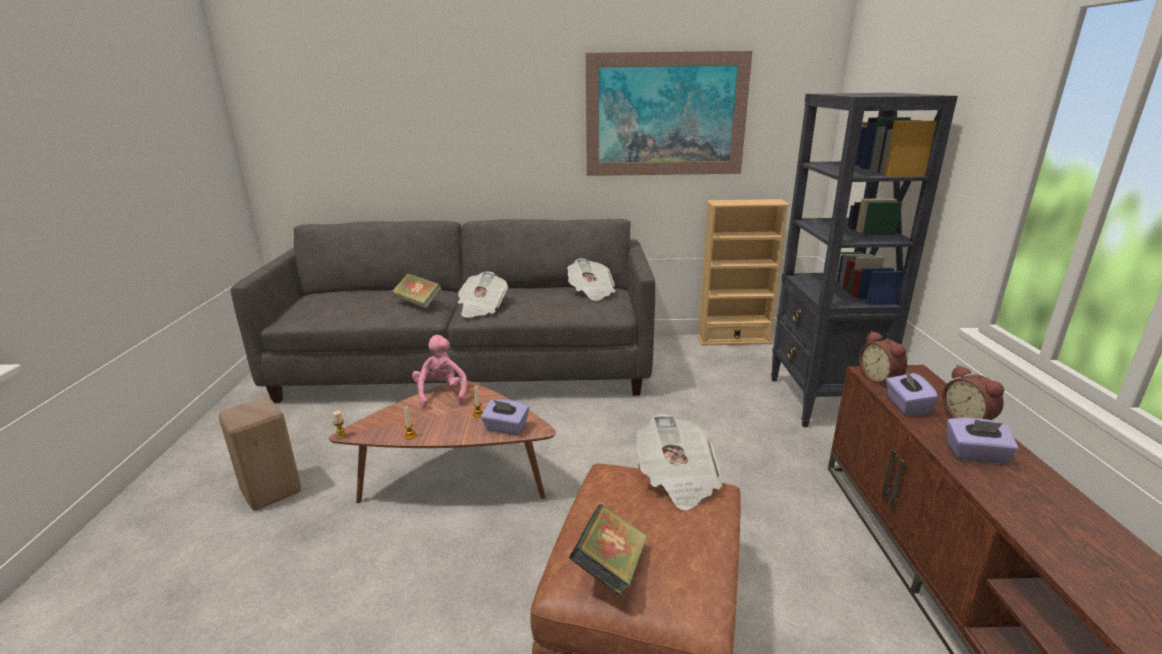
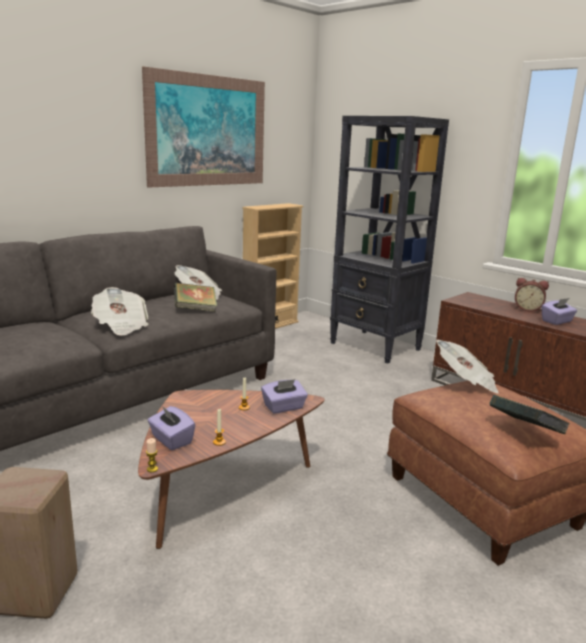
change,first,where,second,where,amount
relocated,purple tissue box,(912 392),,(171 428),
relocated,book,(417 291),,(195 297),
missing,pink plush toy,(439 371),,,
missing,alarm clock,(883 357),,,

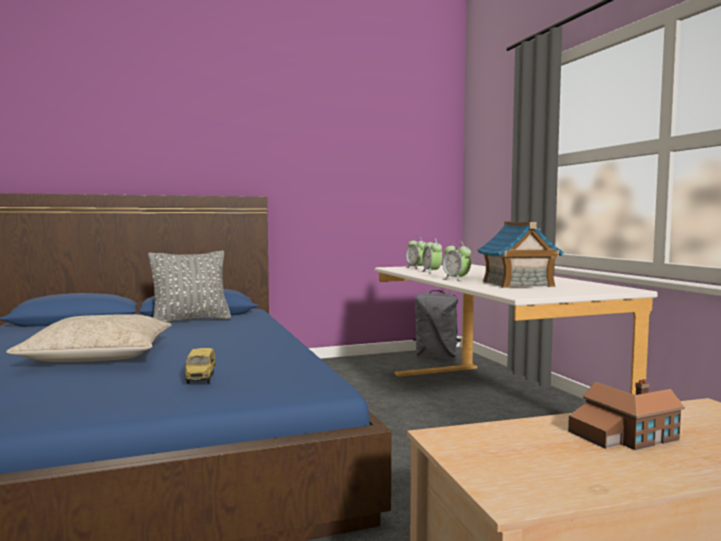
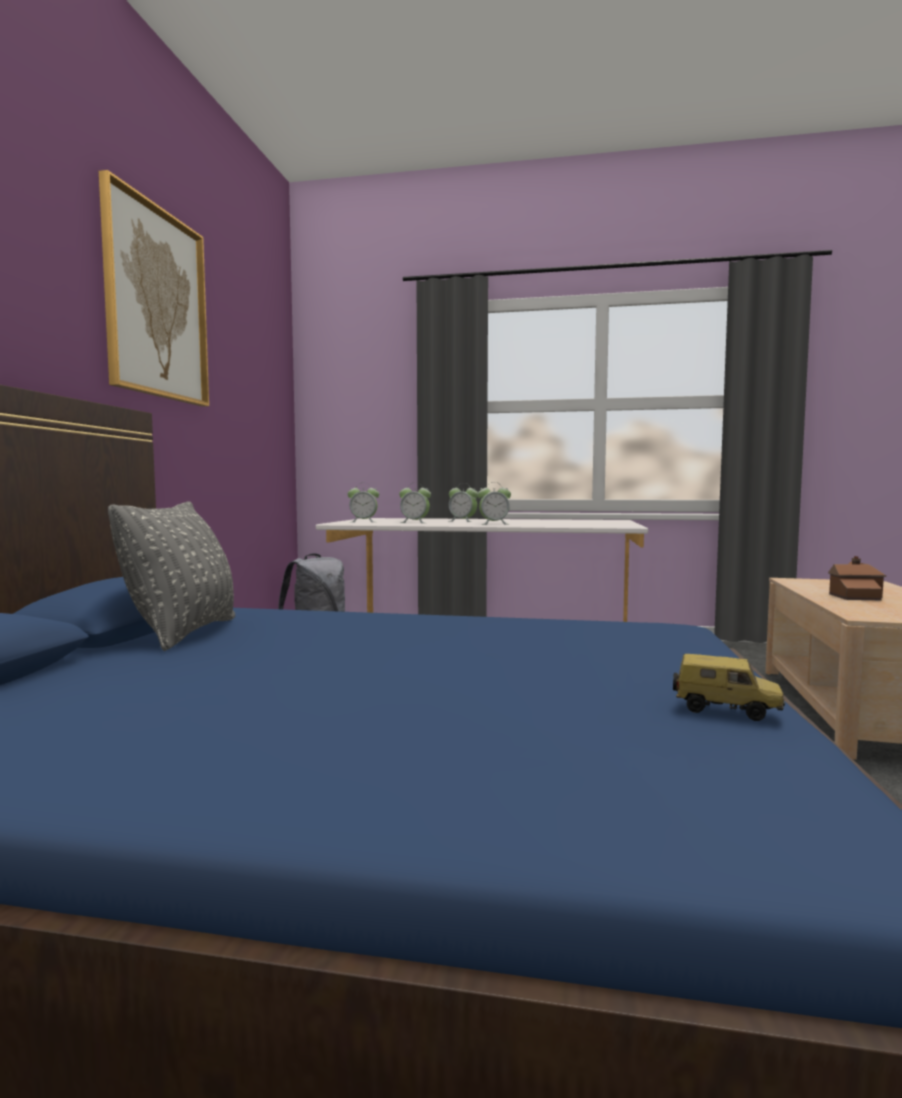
change,first,where,second,where,amount
appeared,,,picture,(154 288),
appeared,,,alarm clock,(463 502),
relocated,toy car,(200 366),,(729 687),
missing,beige pillow,(89 338),,,
missing,toy house,(520 255),,,

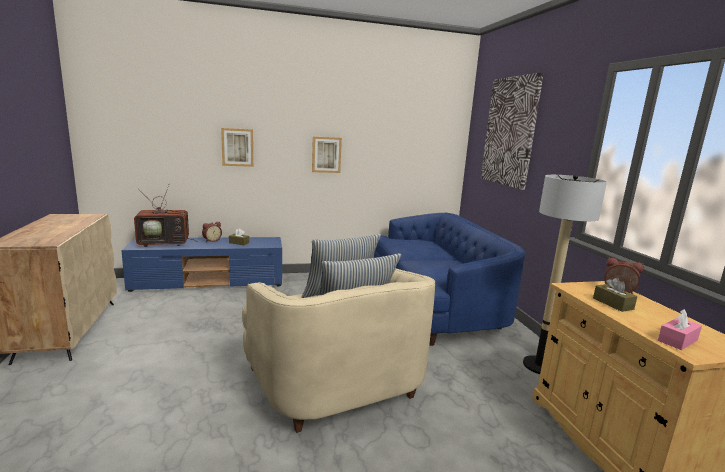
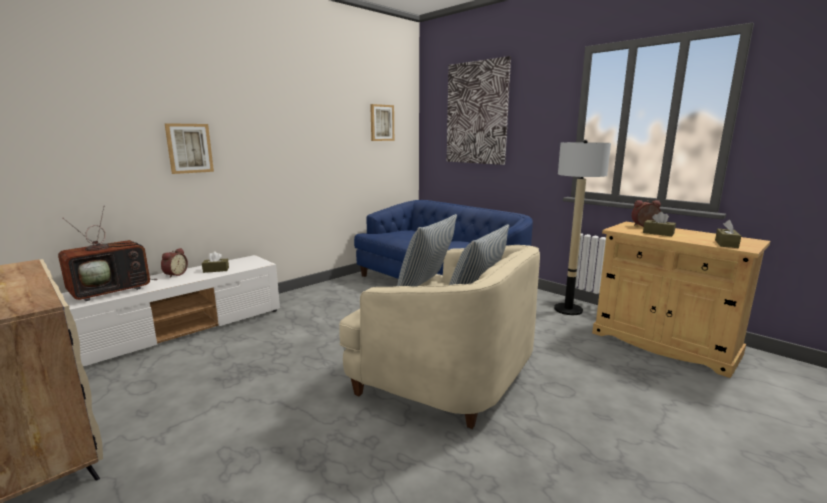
change,first,where,second,where,amount
colour,blue tv stand,(201 264),white tv stand,(171 310),
relocated,picture,(327 154),,(382 122),
colour,pink tissue box,(680 329),brown tissue box,(728 234),

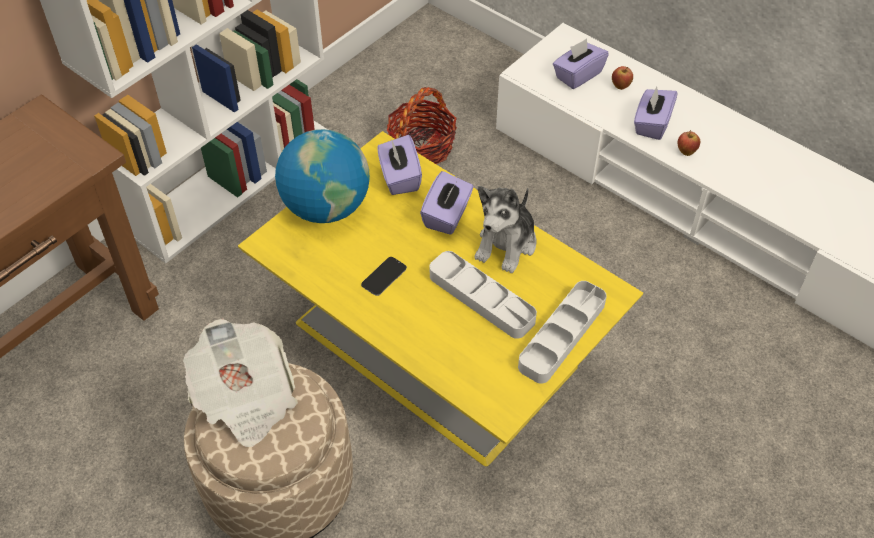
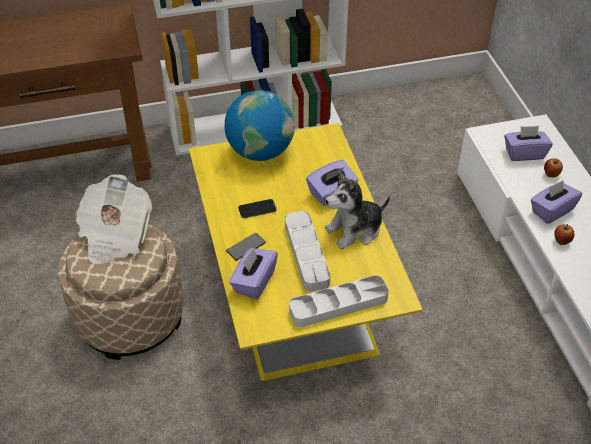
change,first,where,second,where,amount
appeared,,,phone,(246 247),
relocated,purple tissue box,(399 165),,(253 273),
missing,basket,(422 125),,,

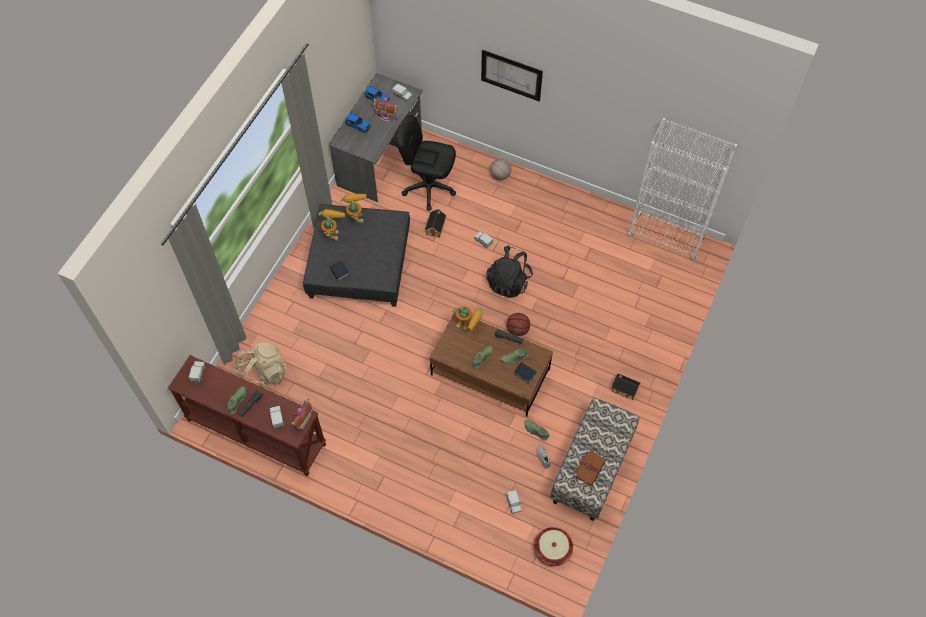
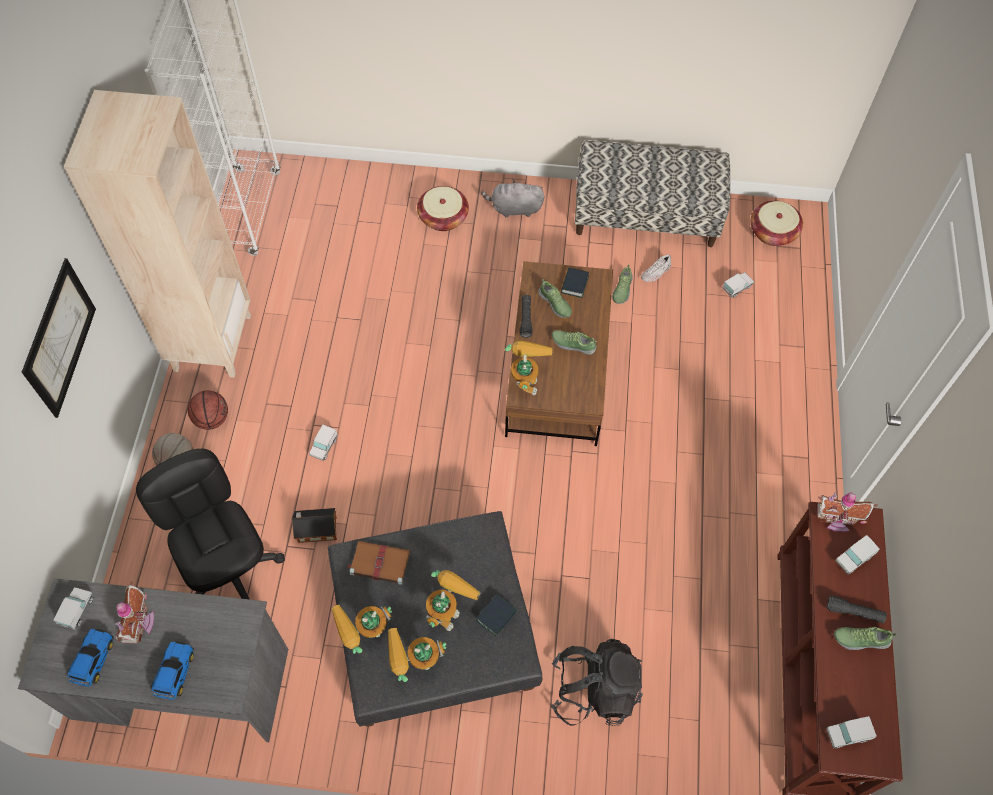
change,first,where,second,where,amount
appeared,,,beige bookcase,(157 234),
spun,black office chair,(426 163),,(210 523),150 degrees clockwise
relocated,basketball,(518 324),,(208 410),
relocated,brown book,(589 468),,(378 563),
appeared,,,basket,(443 208),
appeared,,,toy robot,(453 600),
exchanged,toy house,(626 387),grey plush toy,(512 198),
relocated,black backpack,(509 271),,(597 682),
missing,beige backpack,(261 365),,,

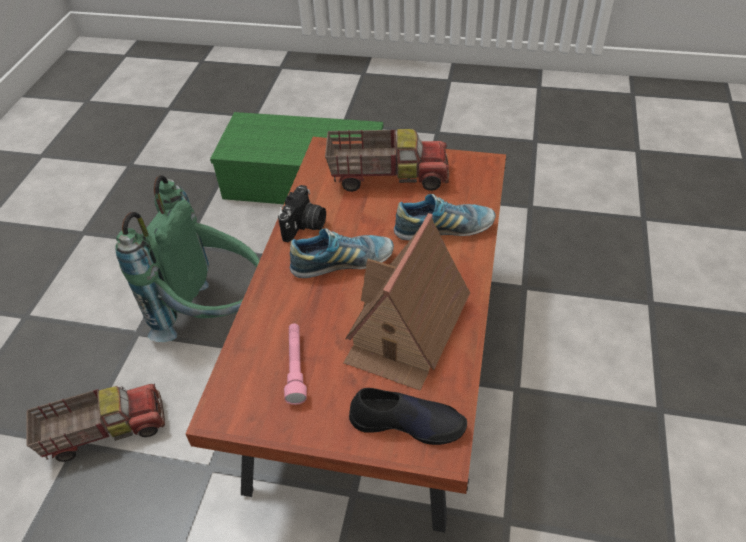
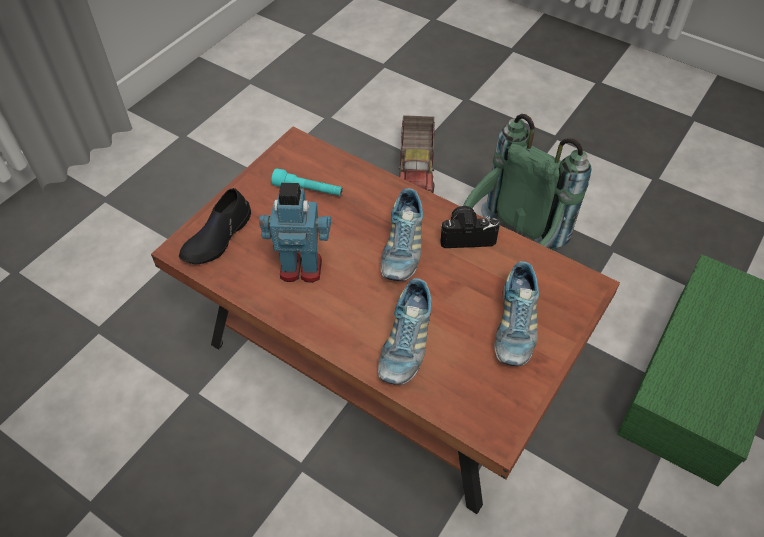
change,first,where,second,where,amount
exchanged,toy house,(406 301),toy robot,(295 233),
colour,pink flashlight,(295 364),turquoise flashlight,(307 182),
spun,photo camera,(302 213),,(470 227),135 degrees clockwise
exchanged,toy truck,(387 160),shoe,(516 313),

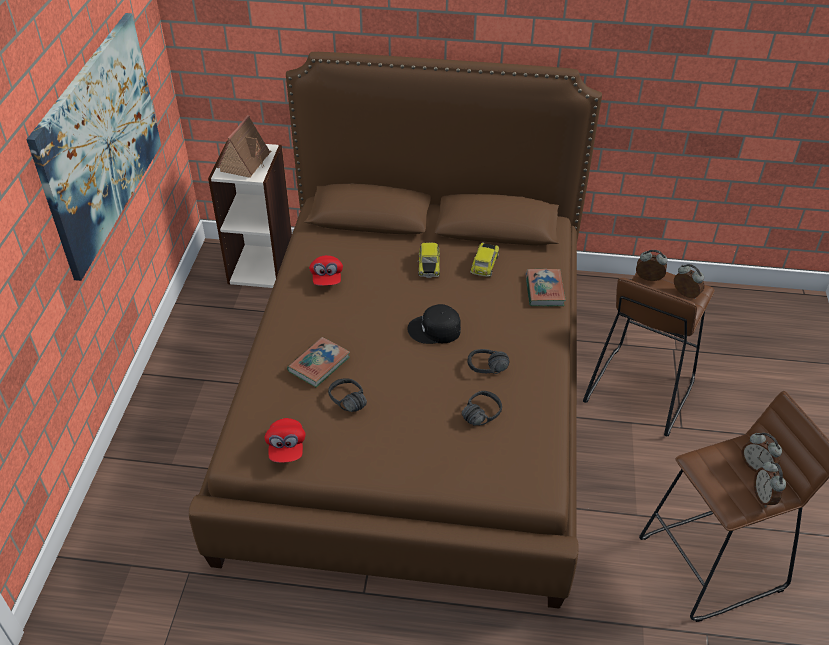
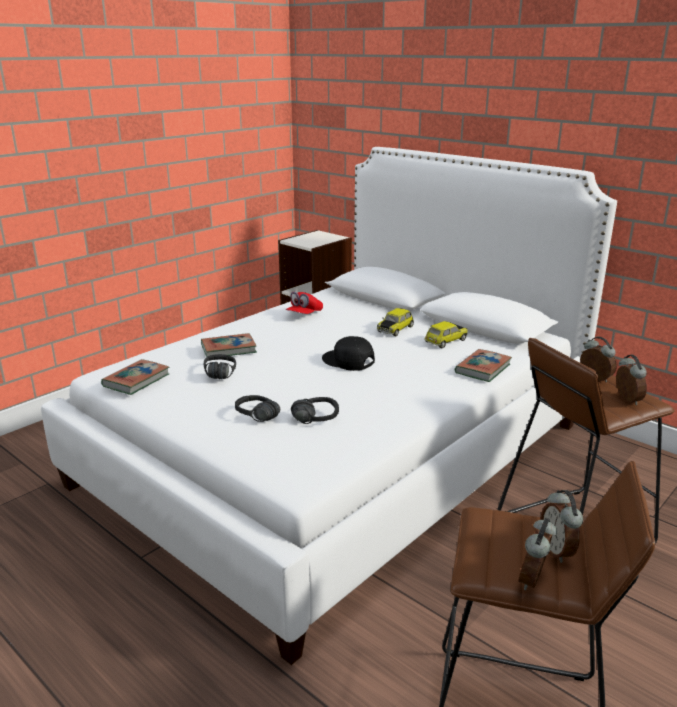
change,first,where,second,where,amount
colour,brown bed,(395 330),white bed,(329 406),
exchanged,red cap,(285 440),book,(135 377),
relocated,black headphones,(488 361),,(257 408),
missing,picture,(93 147),,,
missing,toy house,(244 146),,,

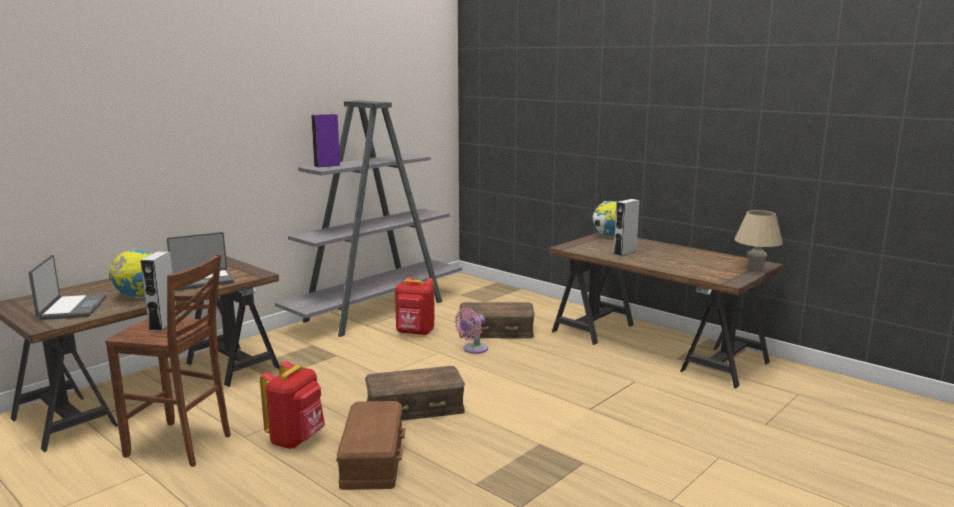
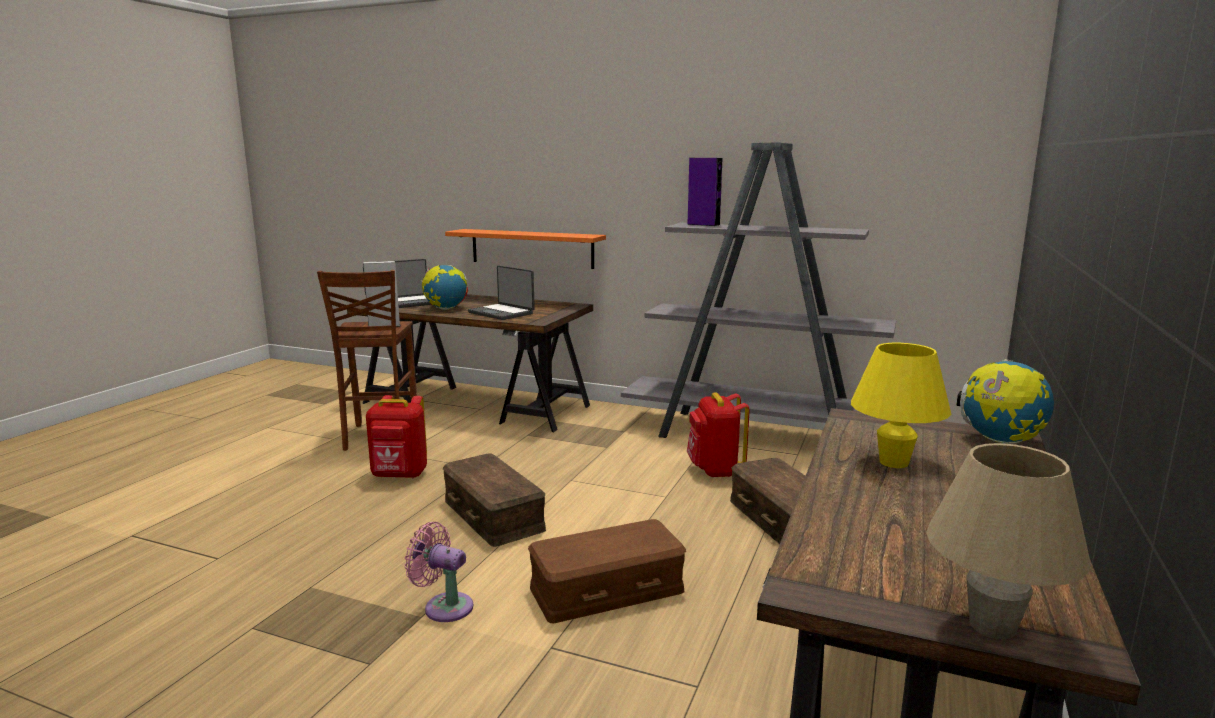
change,first,where,second,where,amount
relocated,pink fan,(471 331),,(438 572),
appeared,,,orange shelf,(525 249),
relocated,brown storage box,(370 445),,(607 571),
exchanged,grey speaker,(627 227),yellow table lamp,(901 405),

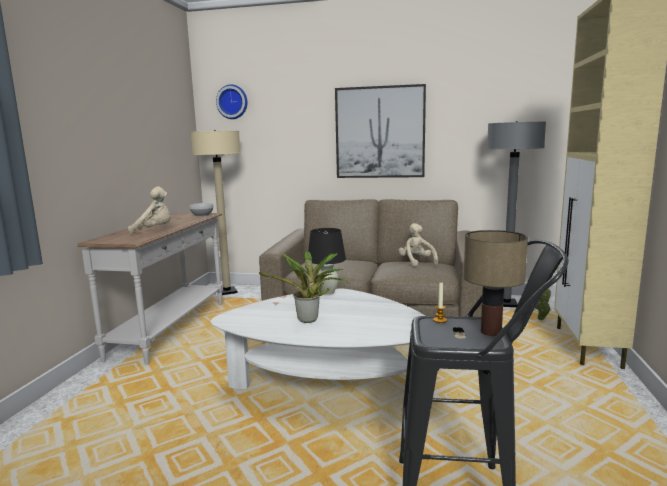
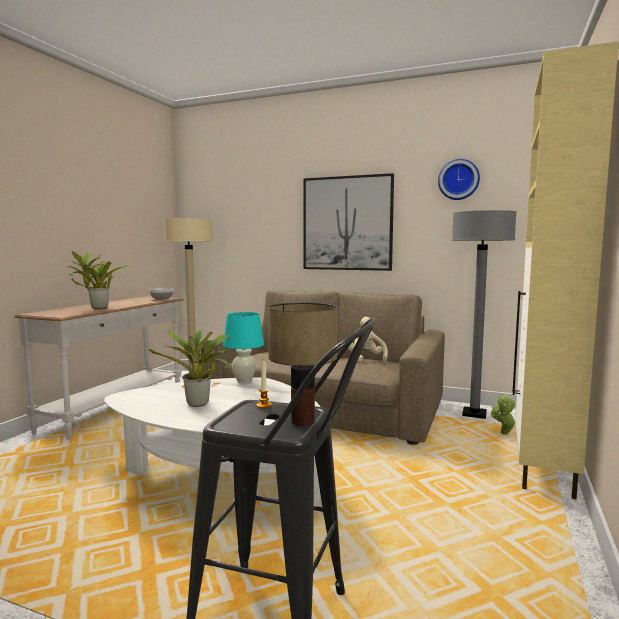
change,first,where,second,where,amount
exchanged,beige plush toy,(149 210),potted plant,(98 280),
colour,black table lamp,(327 261),turquoise table lamp,(243 347),
relocated,wall clock,(232 101),,(459 179),

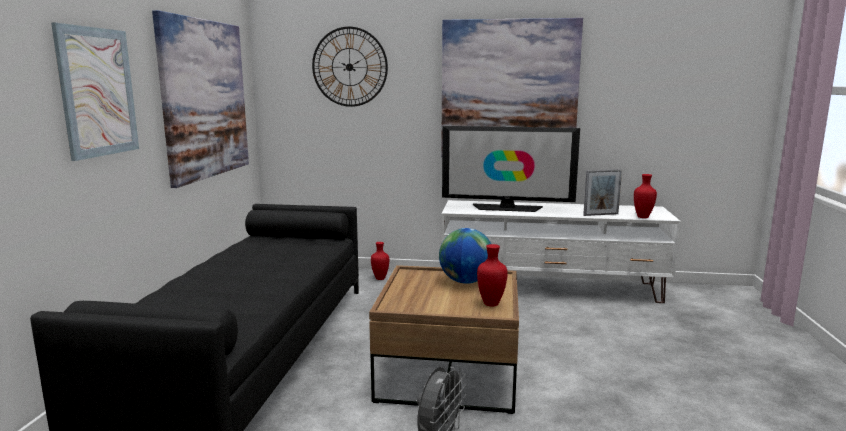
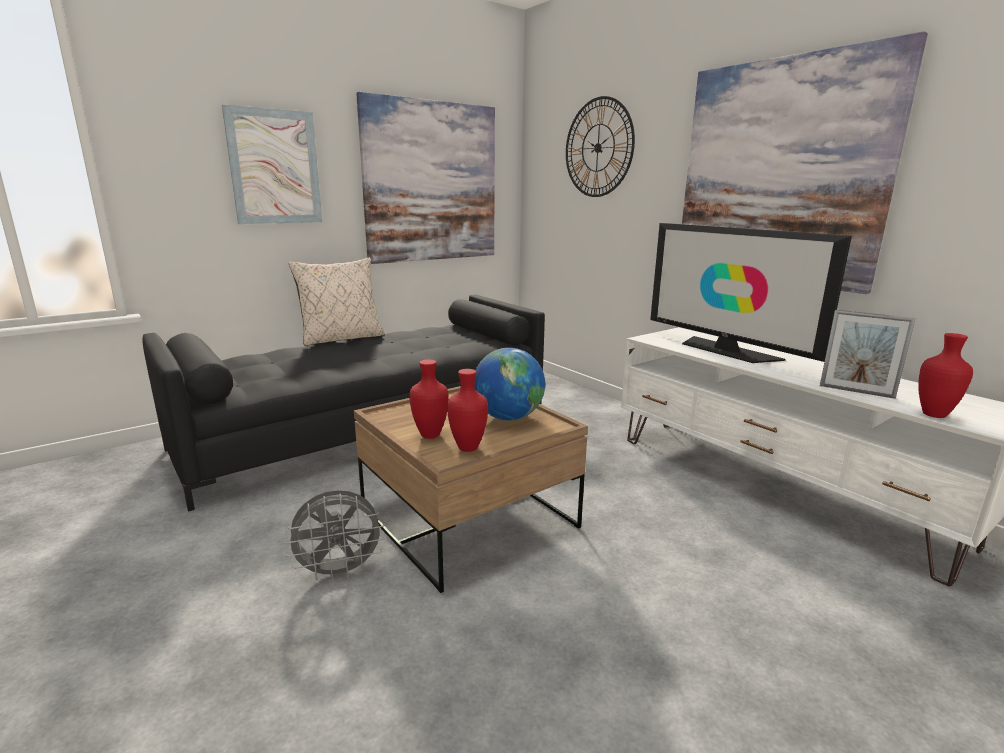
change,first,where,second,where,amount
appeared,,,beige pillow,(337 302),
relocated,red vase,(380 261),,(429 399),

